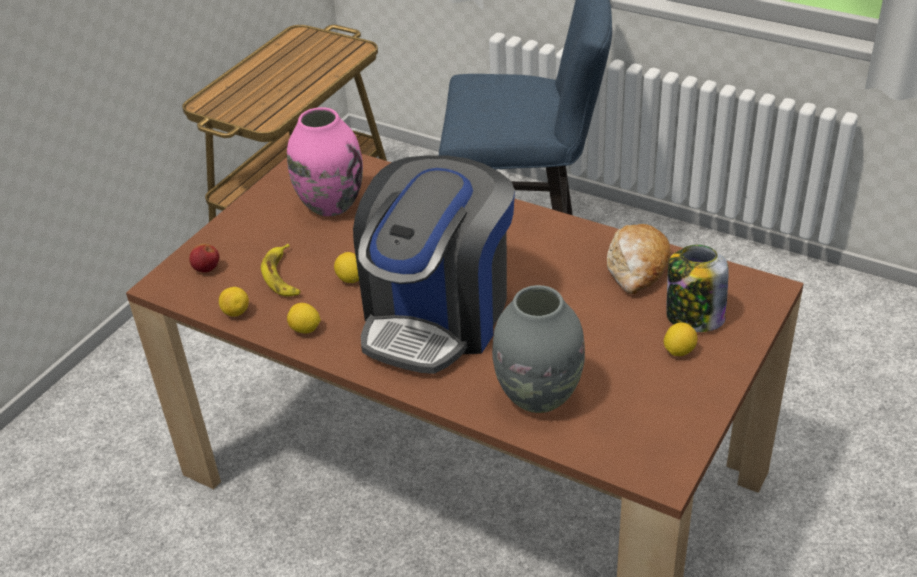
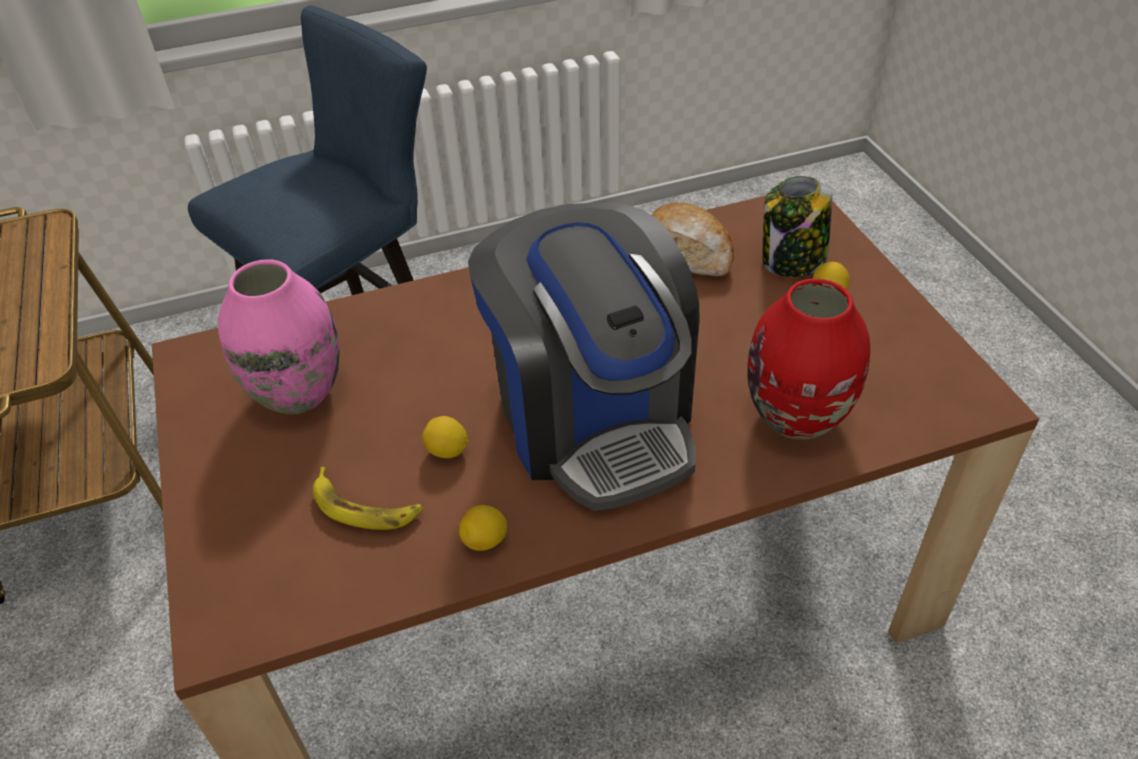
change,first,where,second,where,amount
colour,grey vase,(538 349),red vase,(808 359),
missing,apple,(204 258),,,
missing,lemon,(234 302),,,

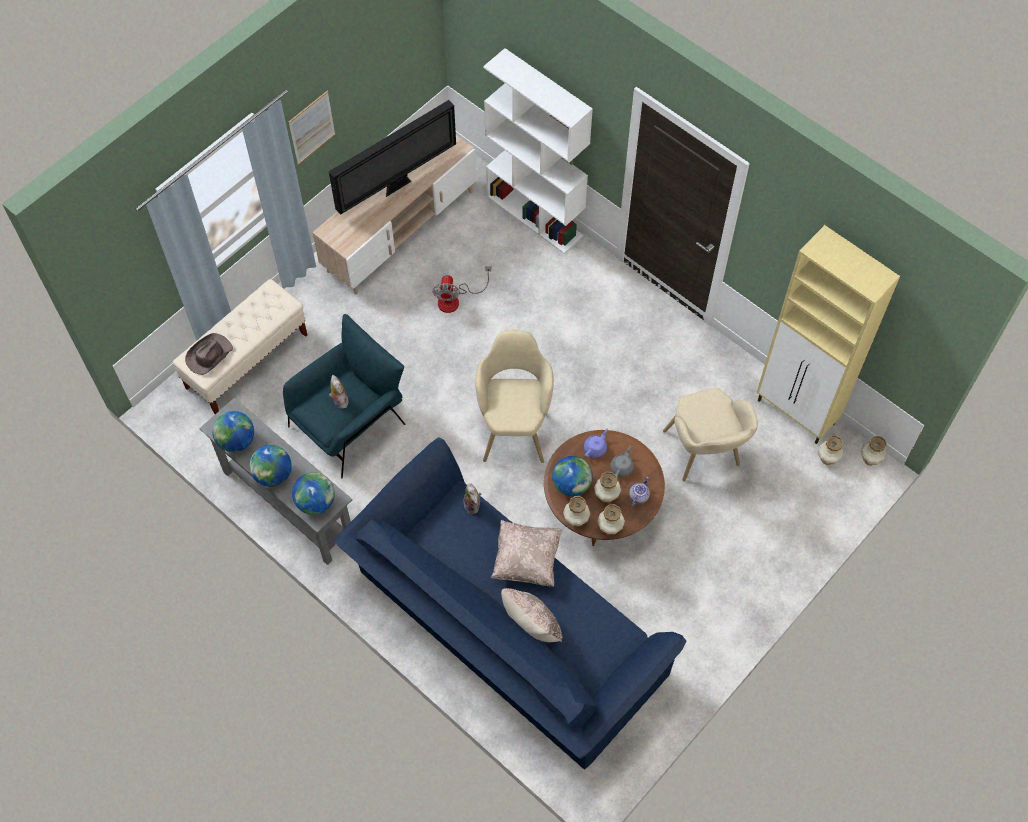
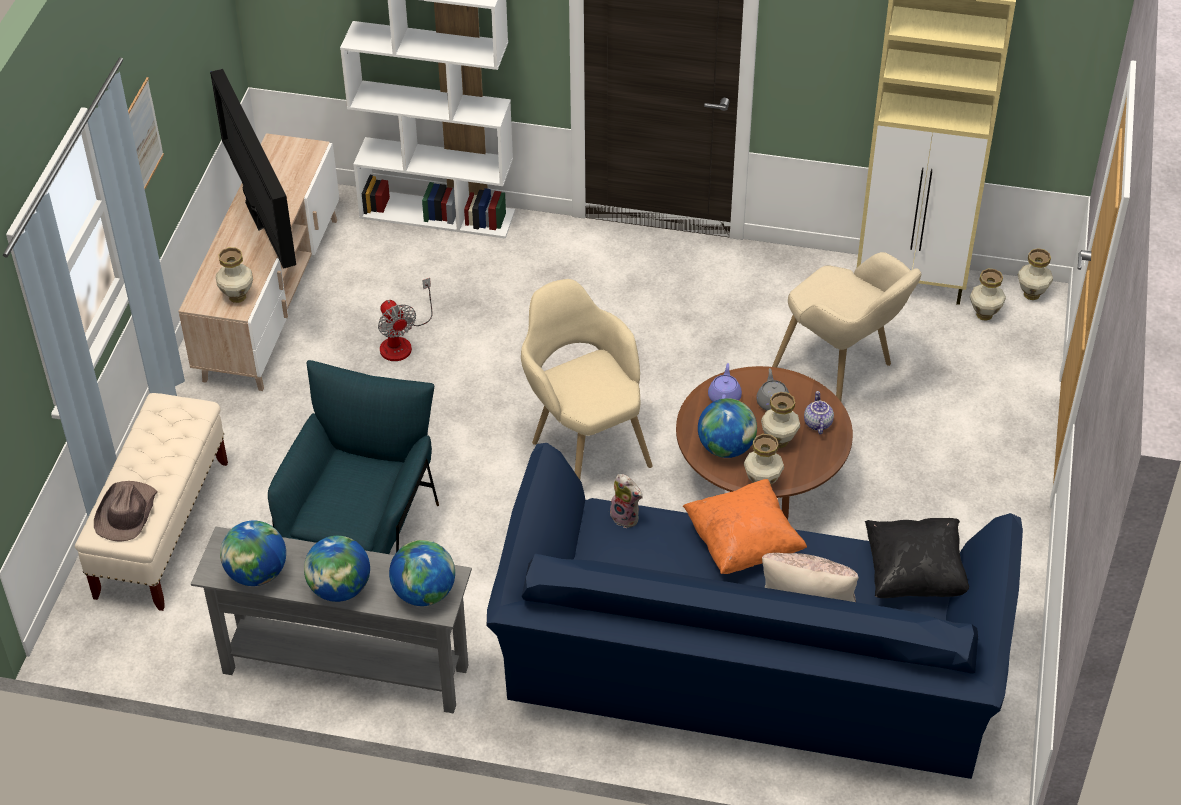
change,first,where,second,where,amount
spun,television,(392 157),,(253 169),135 degrees clockwise
relocated,vase,(611 519),,(234 275),
colour,beige pillow,(526 553),orange pillow,(745 526),
appeared,,,black pillow,(917 558),
missing,plush toy,(338 392),,,

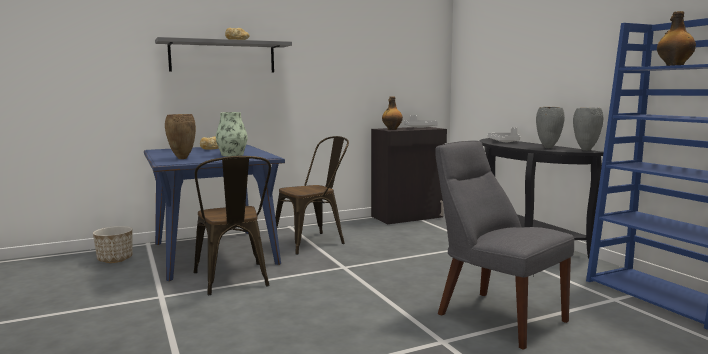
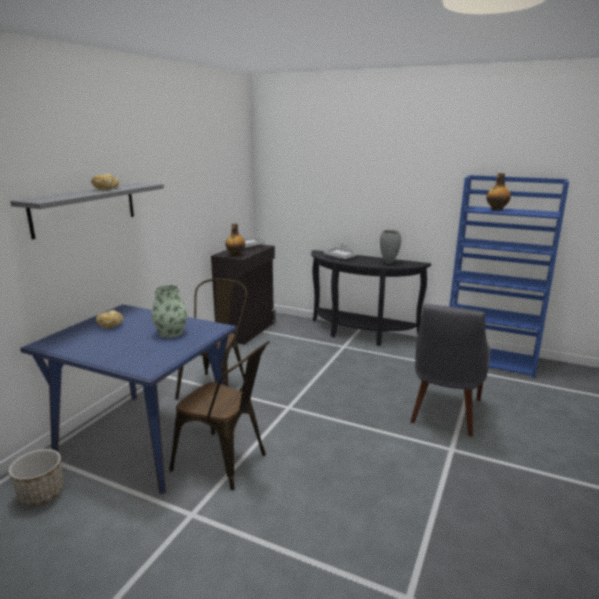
change,first,where,second,where,amount
spun,grey chair,(504 245),,(450 370),75 degrees counterclockwise
missing,brown vase,(180 136),,,
missing,grey vase,(588 129),,,

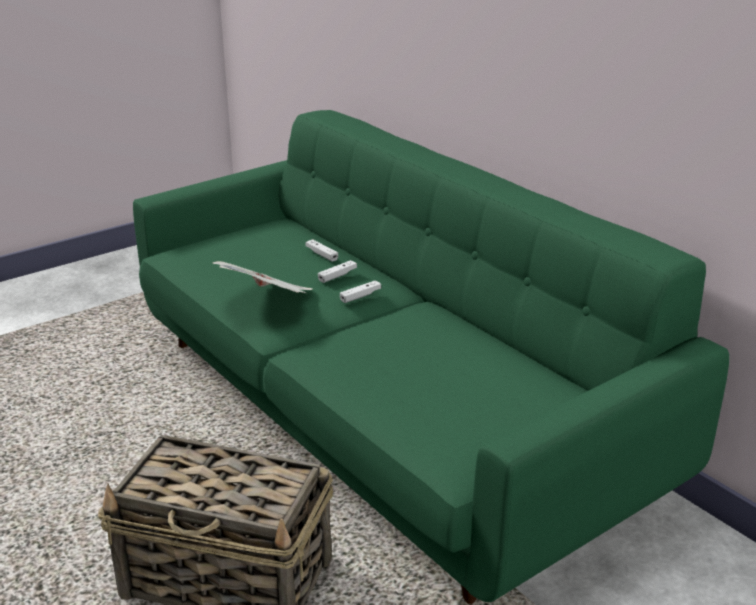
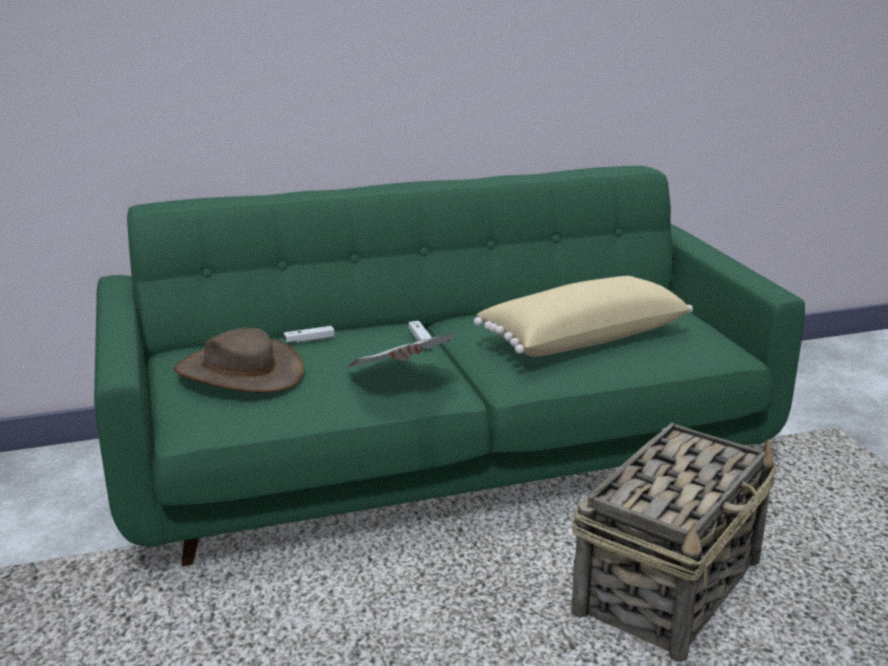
change,first,where,second,where,amount
appeared,,,brown hat,(239 360),
appeared,,,beige pillow,(583 316),
missing,white game controller,(337 271),,,

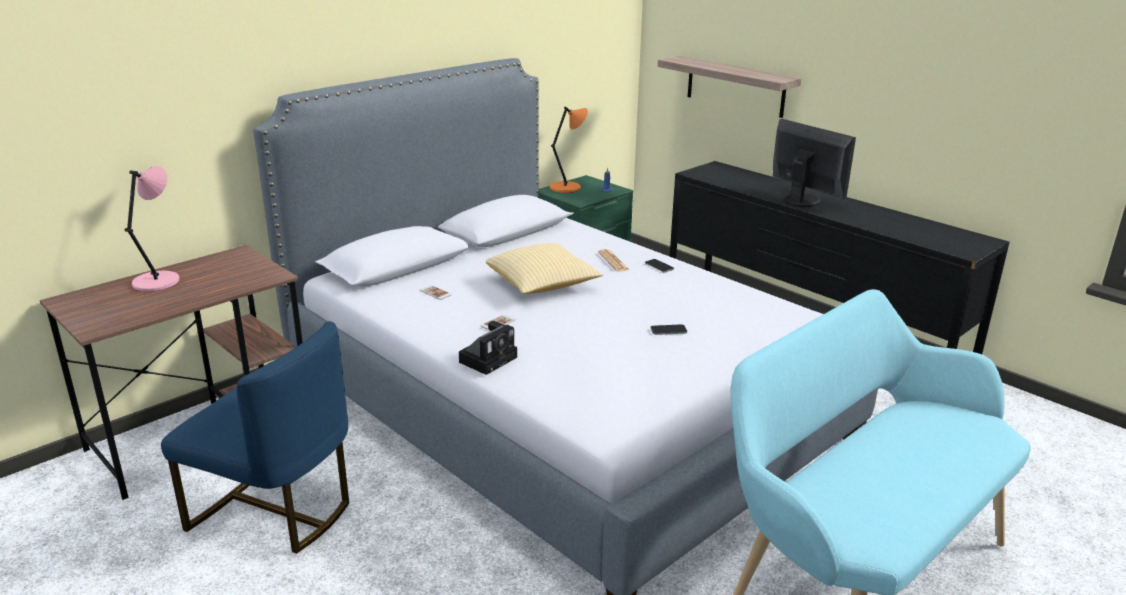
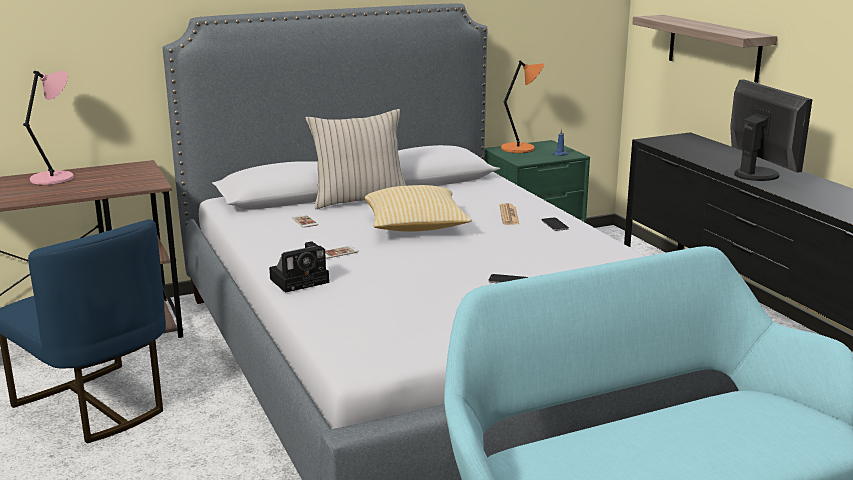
change,first,where,second,where,amount
appeared,,,beige pillow,(356 159),

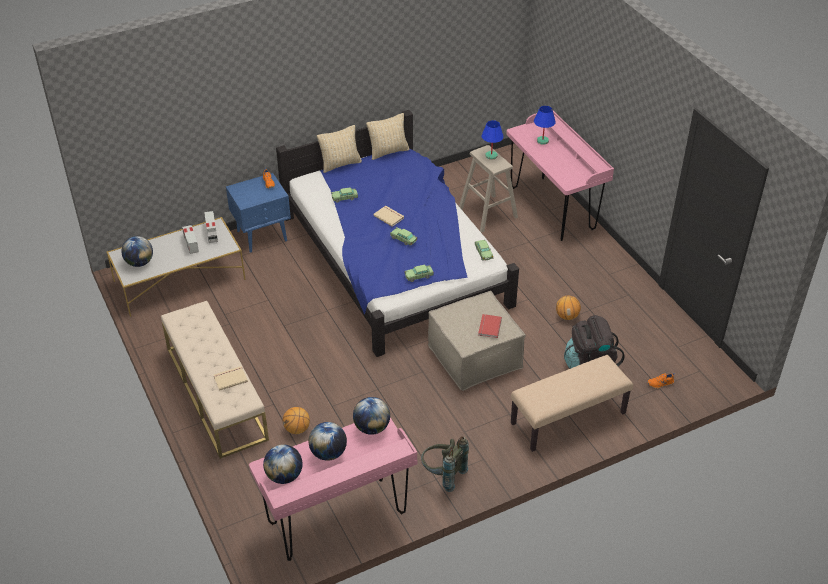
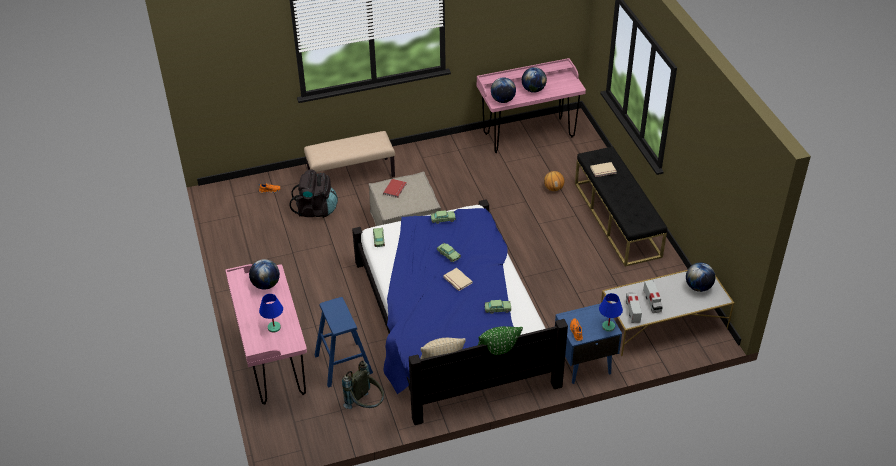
change,first,where,second,where,amount
relocated,globe,(283 464),,(264 274),
colour,beige stool,(488 188),blue stool,(344 342),
relocated,grey backpack,(445 464),,(363 385),
colour,beige pillow,(339 149),green pillow,(500 340),
colour,beige bench,(215 380),black bench,(621 206),
relocated,blue table lamp,(493 140),,(611 312),
missing,basketball,(568 308),,,

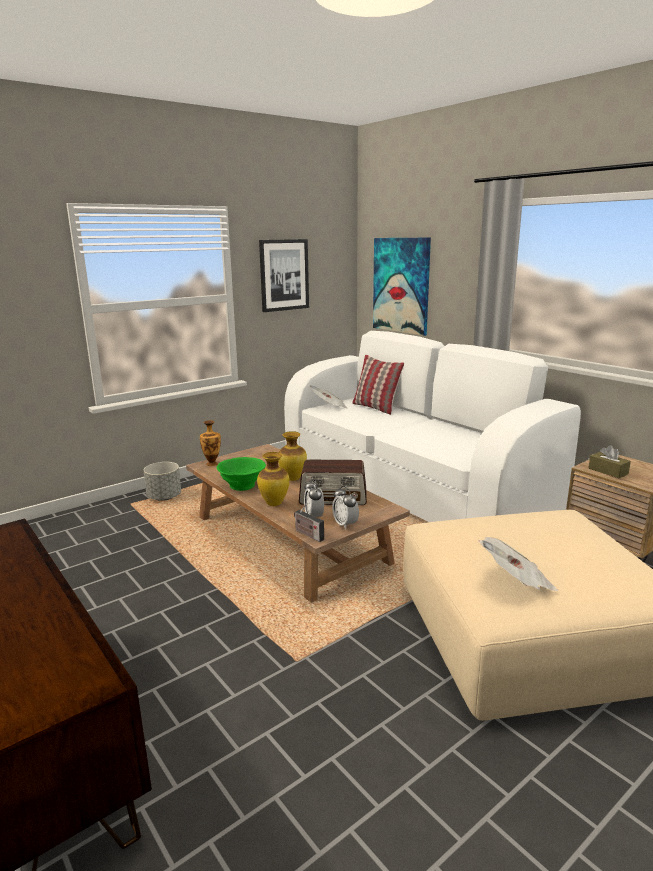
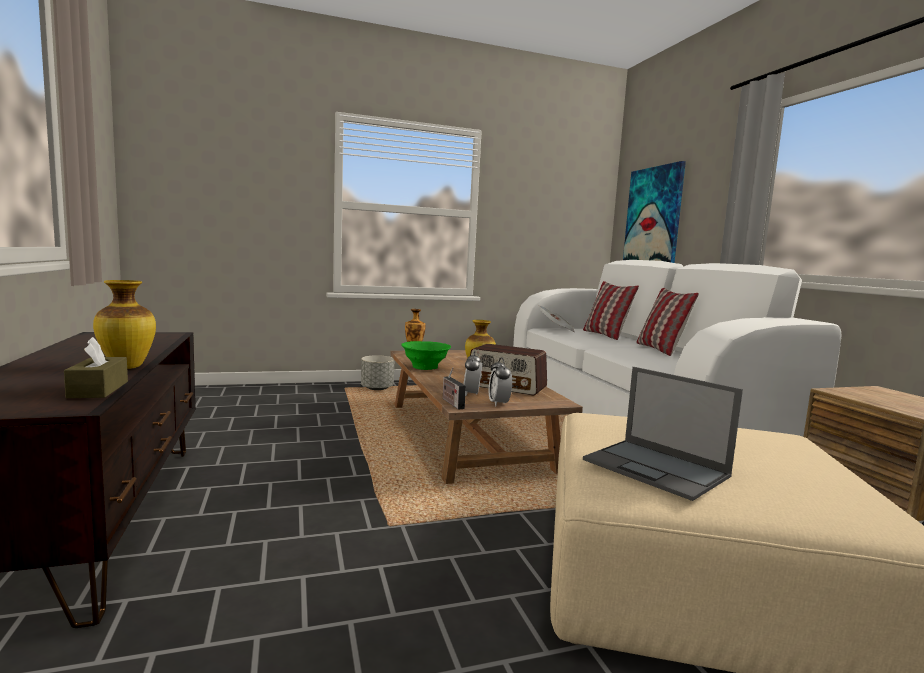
change,first,where,second,where,amount
relocated,brown tissue box,(610 461),,(96 367),
relocated,vase,(273 479),,(124 324),
exchanged,newspaper,(518 564),laptop,(663 434),
appeared,,,pillow,(668 322),
missing,picture,(284 275),,,

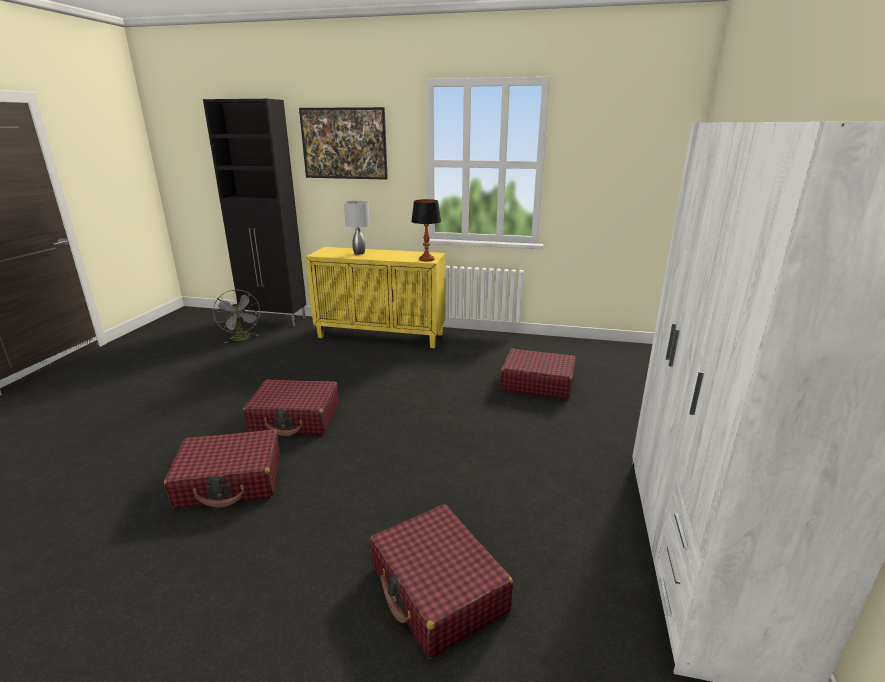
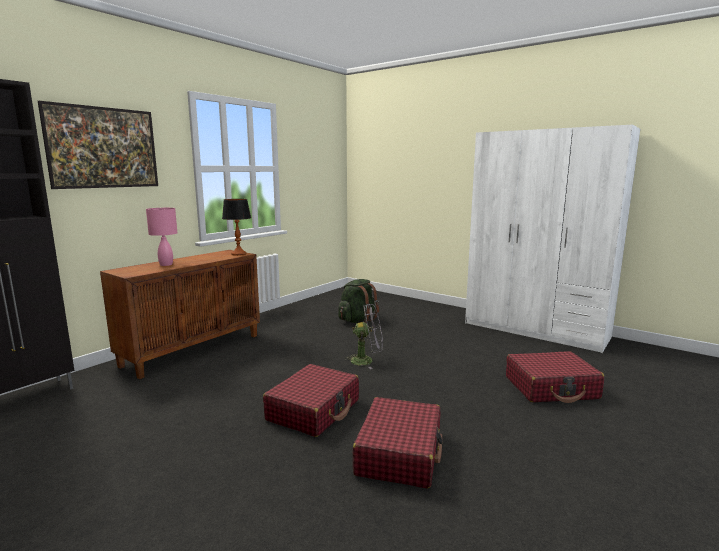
change,first,where,second,where,amount
colour,yellow cabinet,(376 297),brown cabinet,(180 314),
colour,grey table lamp,(357 228),pink table lamp,(161 237),
exchanged,red suitcase,(538 373),green backpack,(358 301),
relocated,grey fan,(237 316),,(363 336),

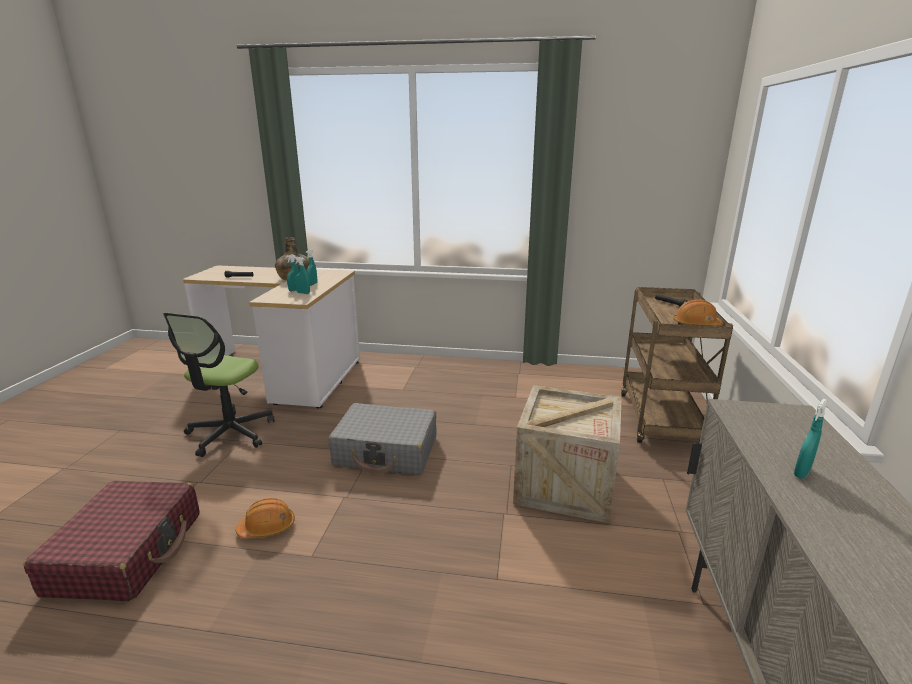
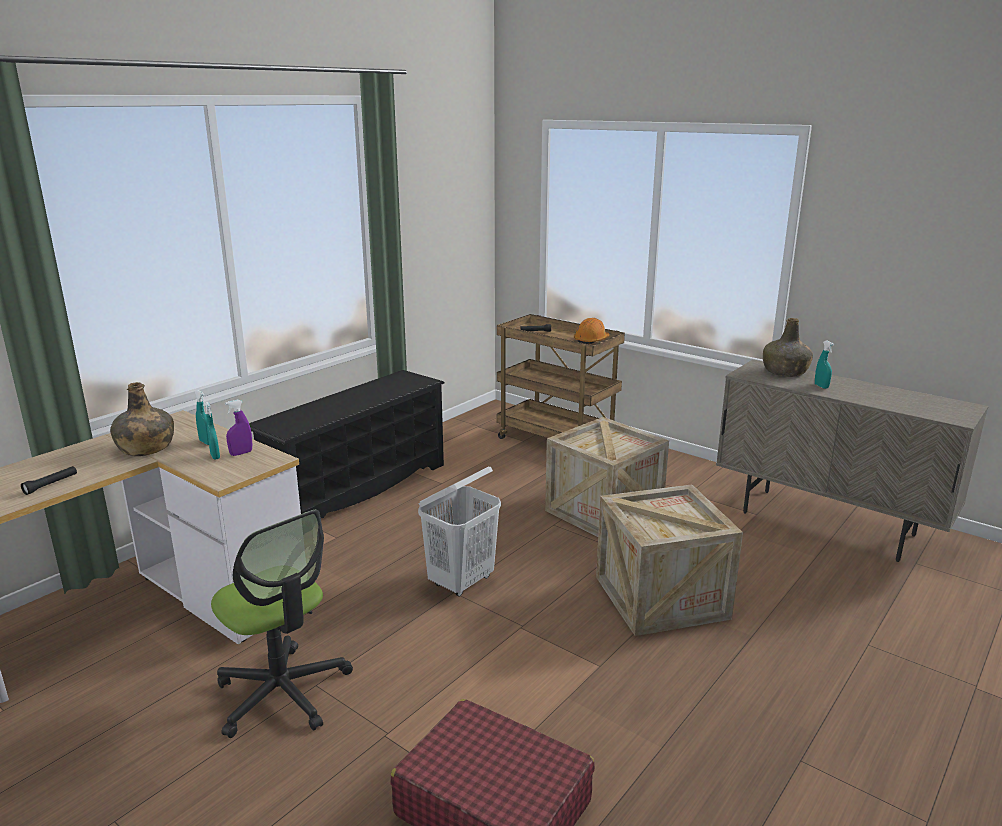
change,first,where,second,where,amount
colour,turquoise spray bottle,(302 275),purple spray bottle,(238 428),
appeared,,,black shoe rack,(347 444),
exchanged,grey suitcase,(382 439),white laundry basket,(459 531),
appeared,,,crate,(669 560),
appeared,,,green bottle,(788 347),
missing,orange hard hat,(265 518),,,

